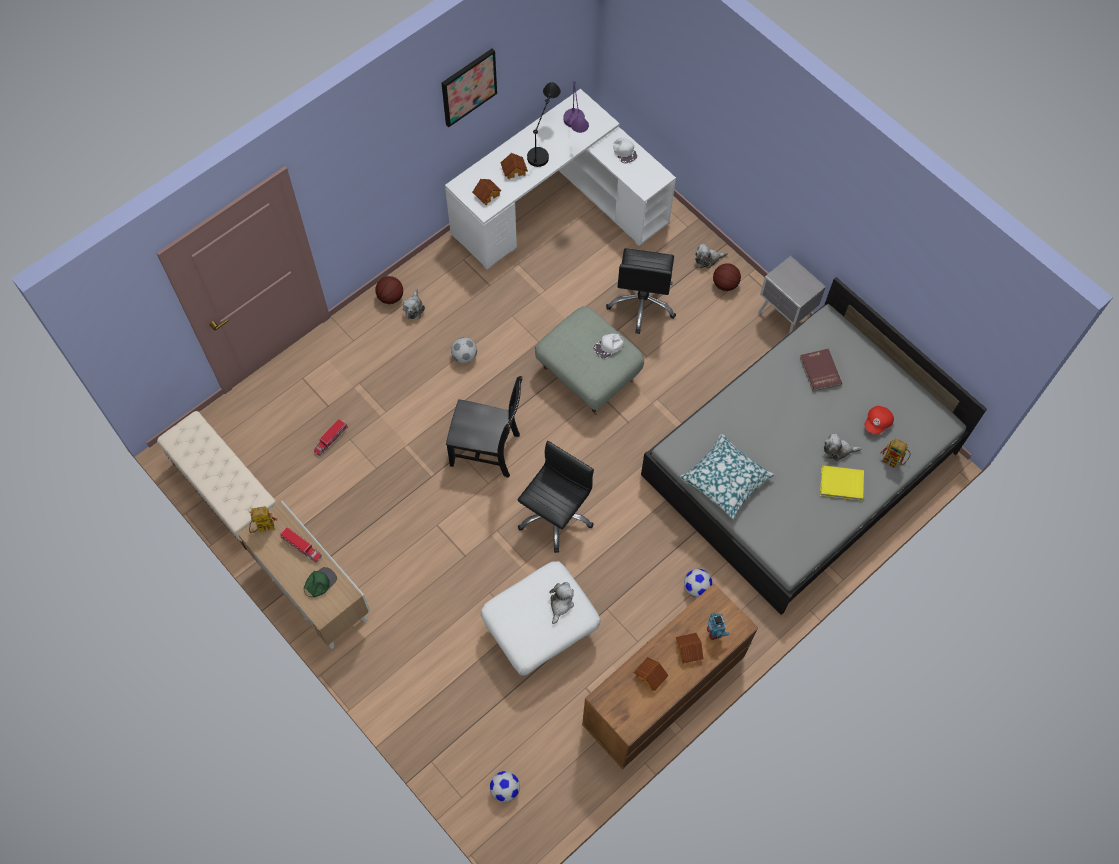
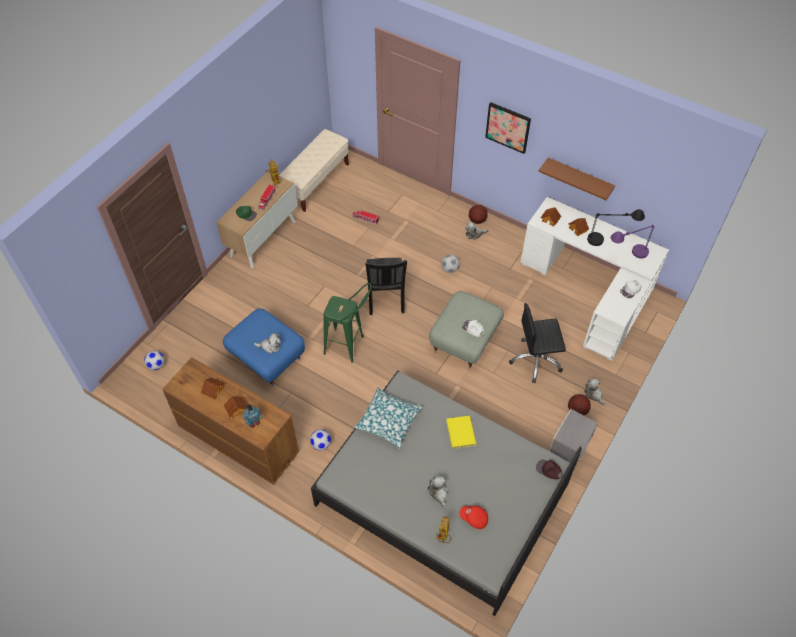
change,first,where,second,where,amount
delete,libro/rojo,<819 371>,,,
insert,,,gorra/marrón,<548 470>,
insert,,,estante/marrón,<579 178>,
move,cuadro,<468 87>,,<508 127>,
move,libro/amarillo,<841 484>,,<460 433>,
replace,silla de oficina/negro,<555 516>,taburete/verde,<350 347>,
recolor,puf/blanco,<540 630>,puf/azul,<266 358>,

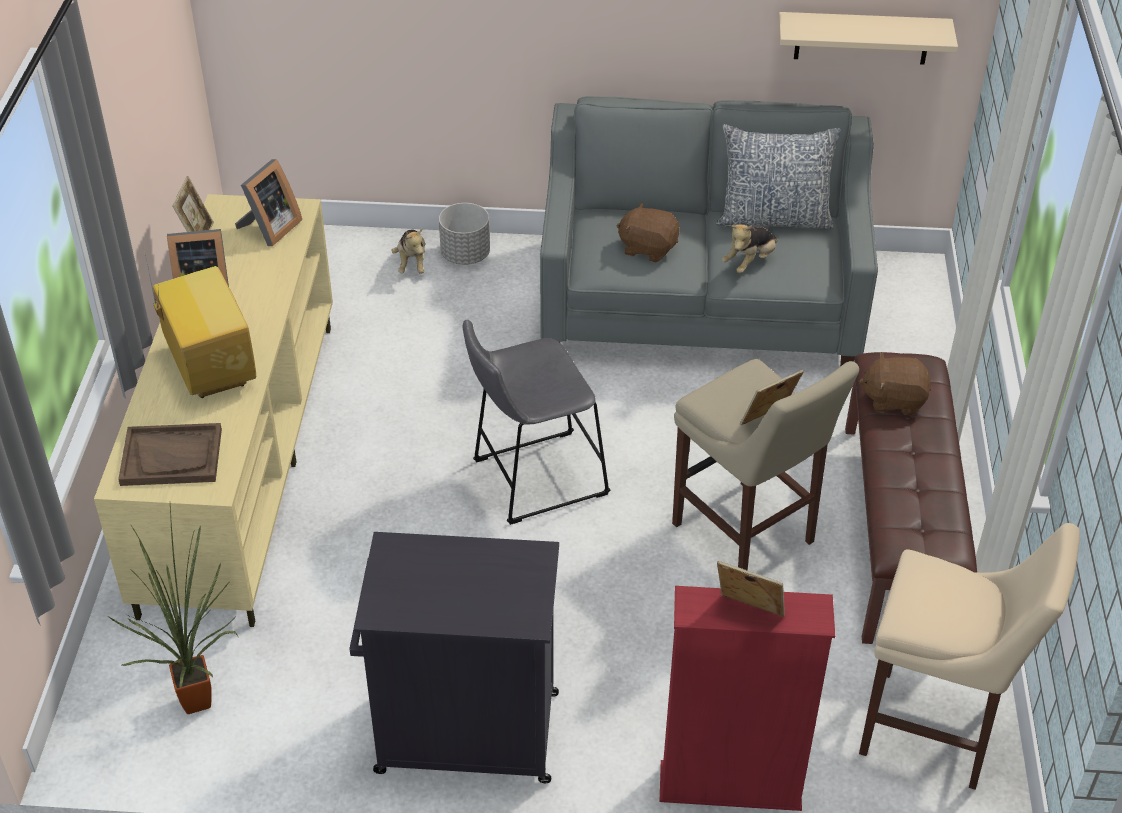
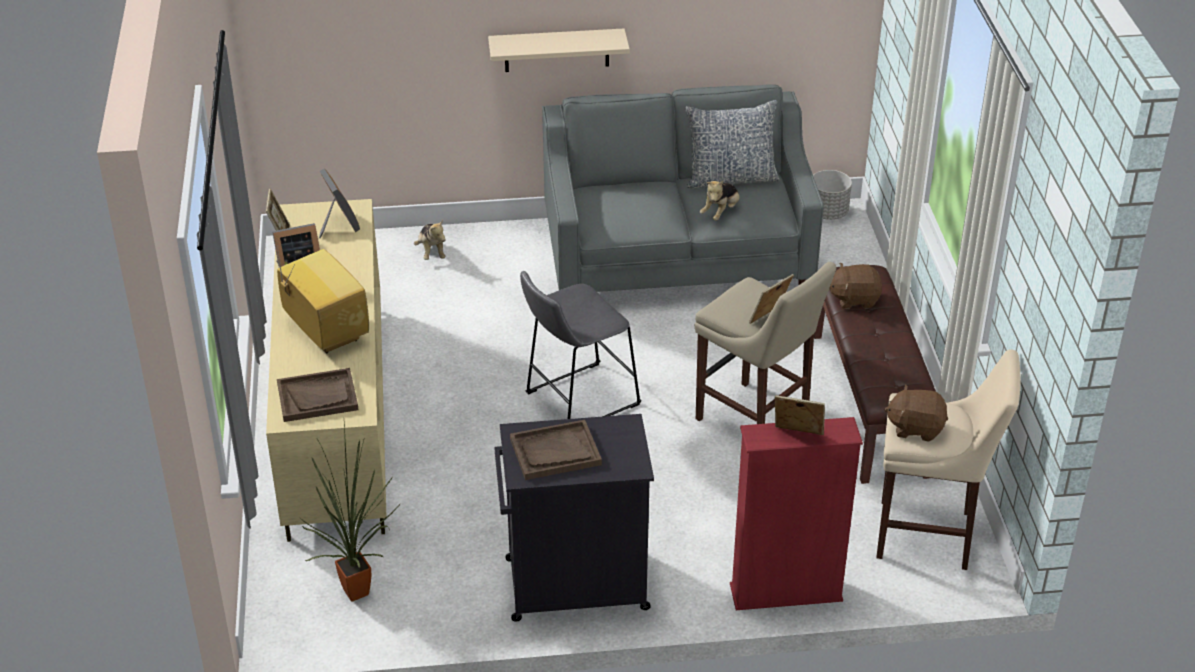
change,first,where,second,where,amount
insert,,,bandeja/marrón,<555 452>,
move,maceta/gris,<466 255>,,<828 213>,
move,peluche/marrón,<648 248>,,<915 427>,
move,estante/beis,<862 38>,,<556 50>,
rotate,portarretratos,<269 229>,,<337 225>,45 degrees counterclockwise

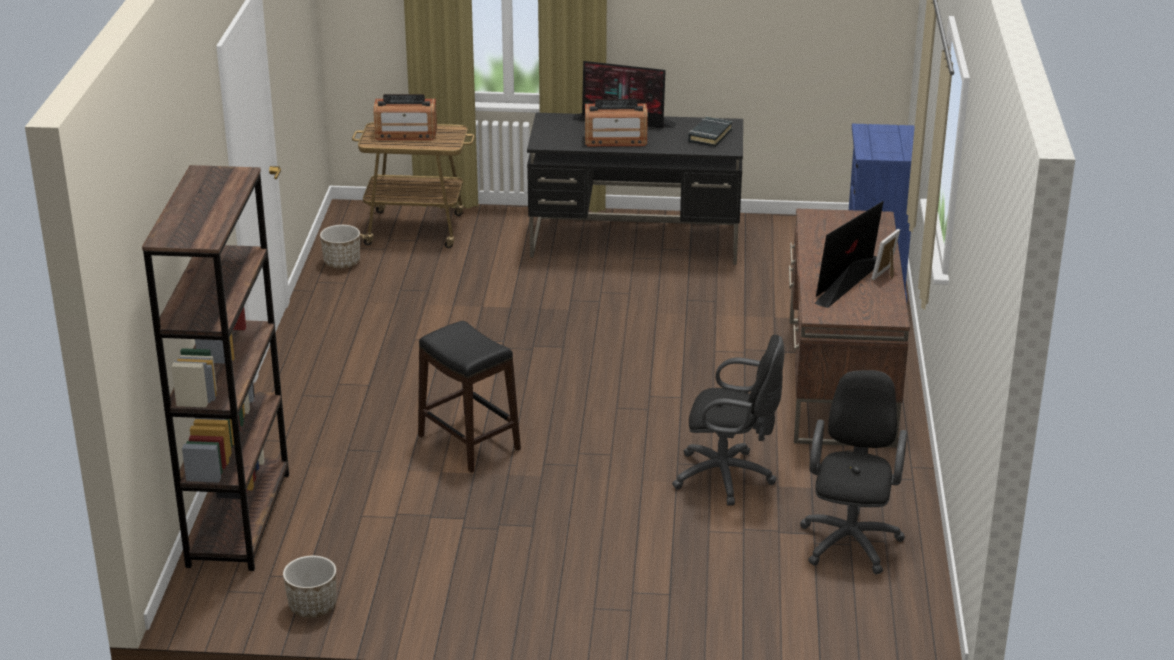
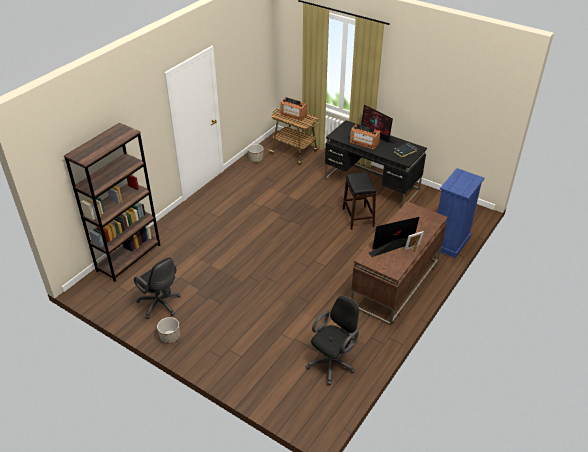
change,first,where,second,where,amount
move,maceta,<312 606>,,<170 337>,
move,taburete/negro,<468 443>,,<358 217>,
move,silla de oficina/negro,<728 477>,,<161 305>,

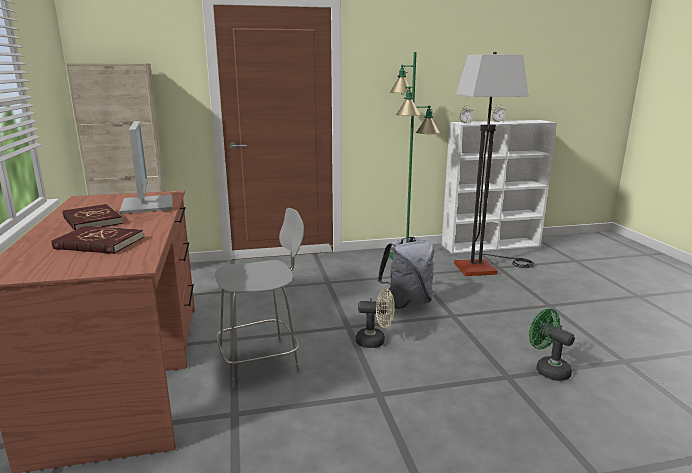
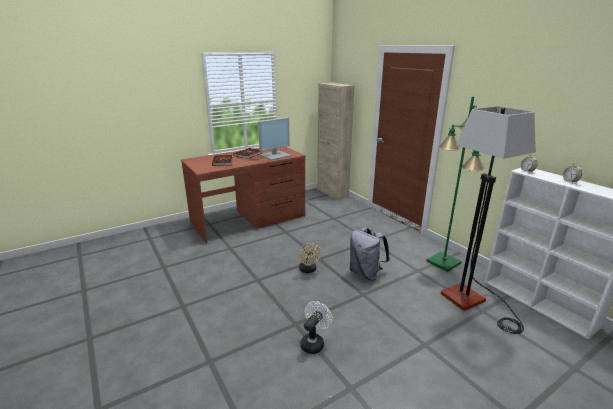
change,first,where,second,where,amount
delete,taburete/gris,<261 361>,,,
recolor,ventilador/verde,<547 369>,ventilador/blanco,<314 342>,

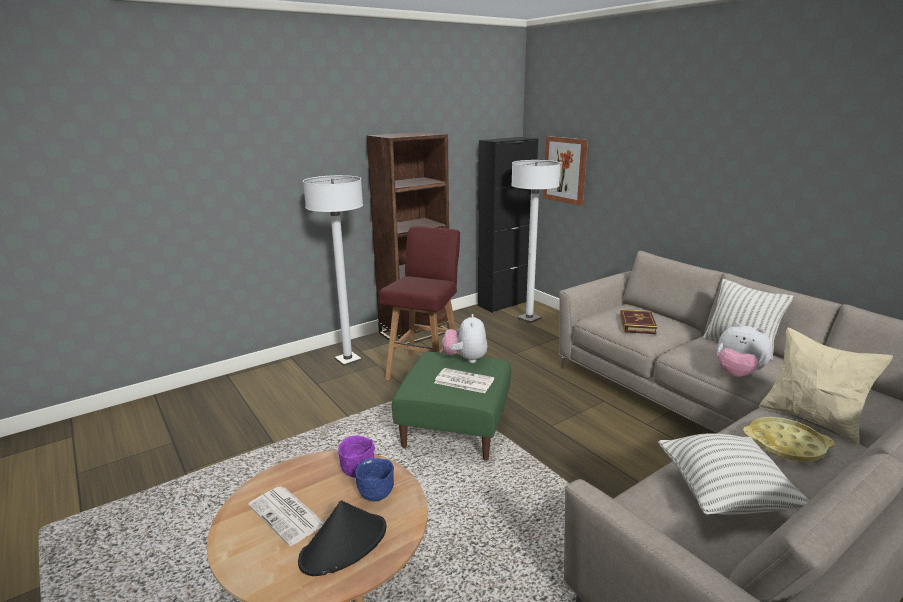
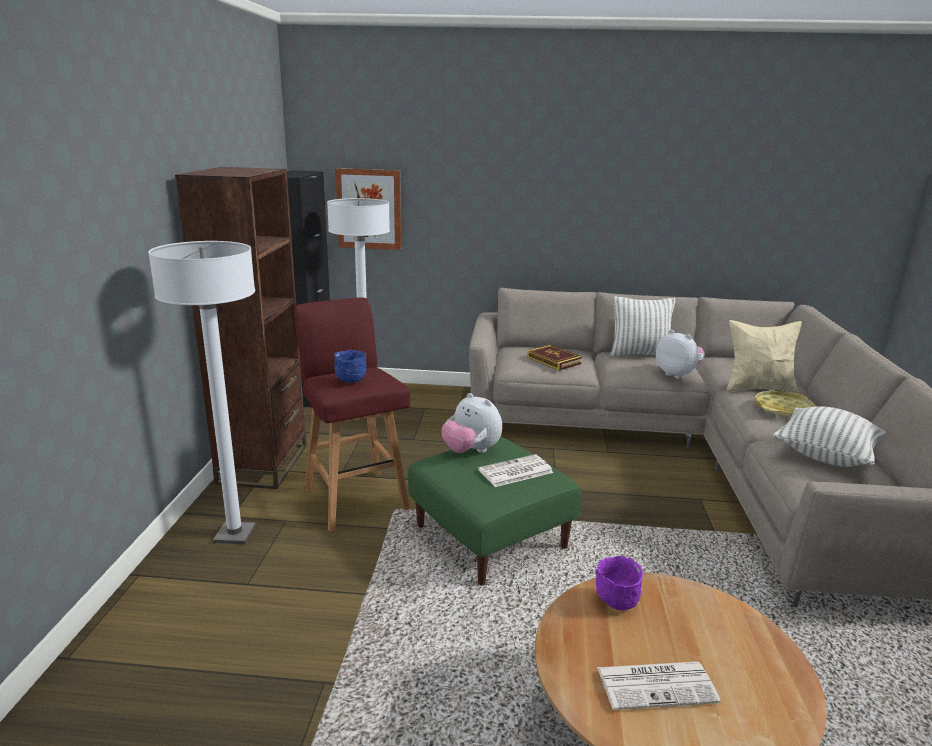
change,first,where,second,where,amount
delete,sombrero/negro,<344 544>,,,
move,cuenco/azul,<375 495>,,<350 381>,
rotate,peluche,<737 374>,,<677 374>,120 degrees counterclockwise

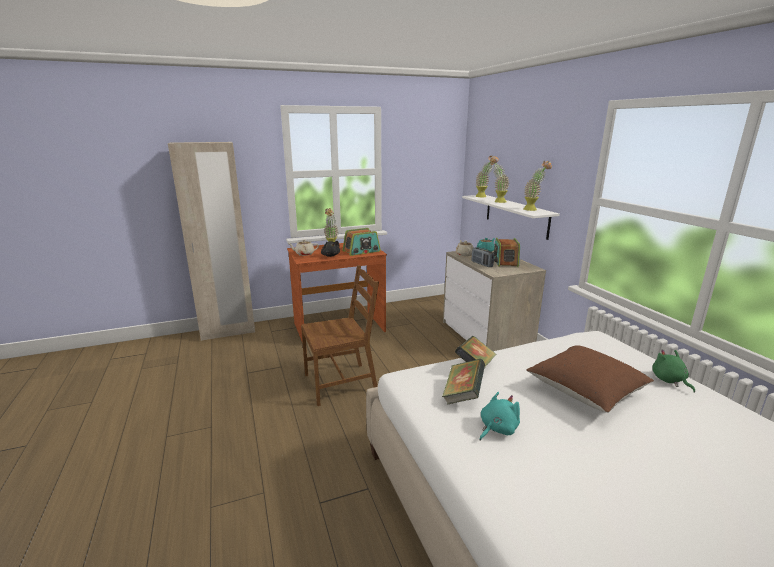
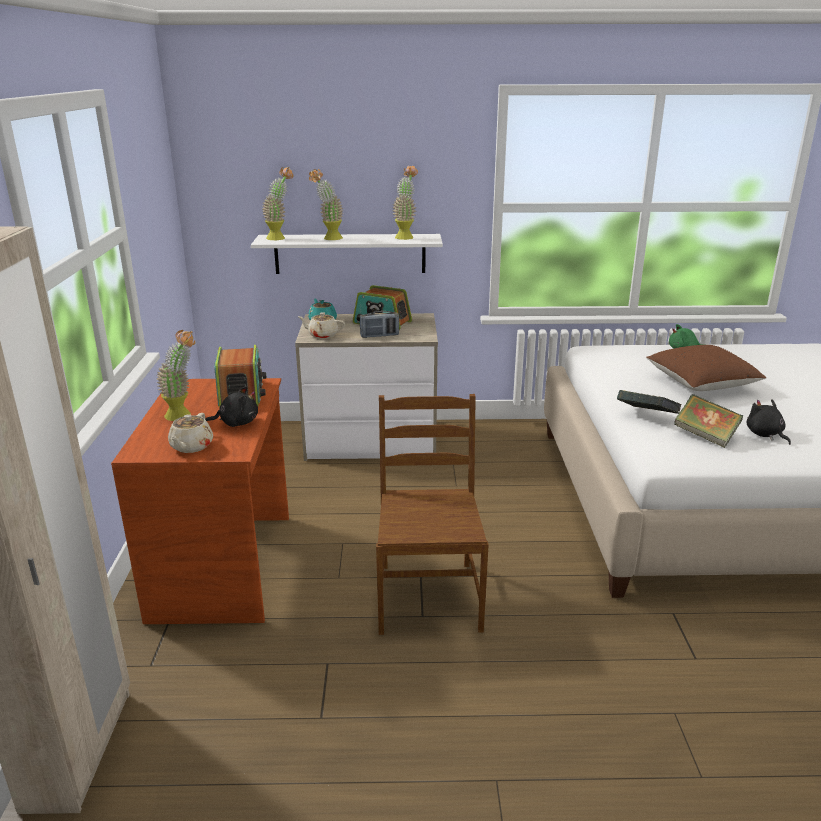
change,first,where,second,where,amount
recolor,peluche/turquesa,<497 428>,peluche/negro,<765 434>,

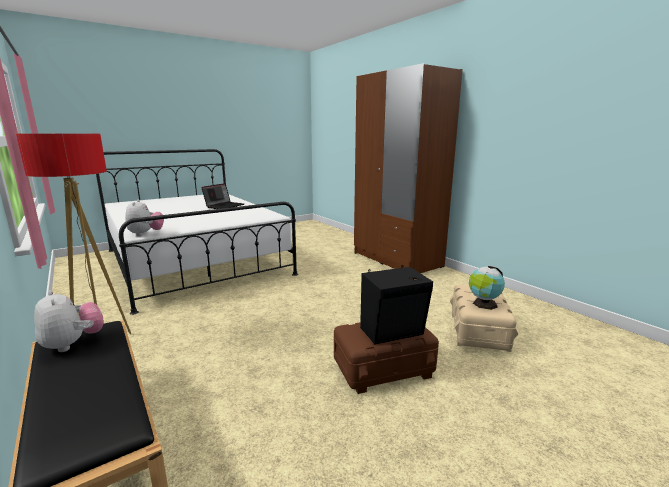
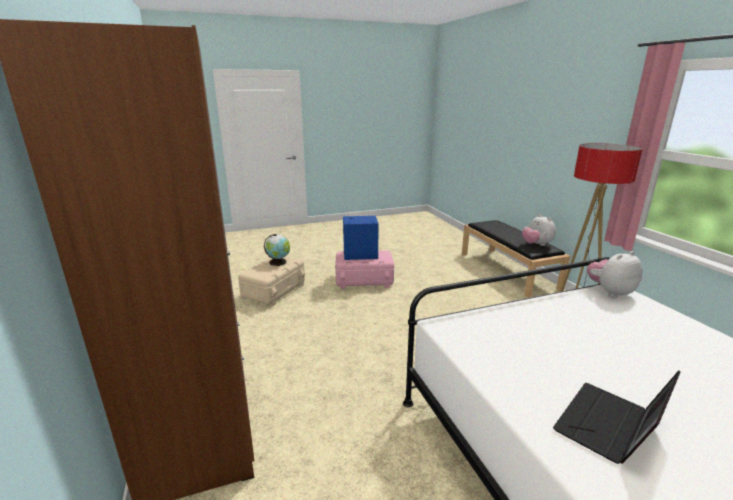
change,first,where,second,where,amount
recolor,caja de almacenaje/marrón,<383 368>,caja de almacenaje/rosa,<364 280>,
recolor,altavoz/negro,<394 332>,altavoz/azul,<359 254>,
rotate,peluche,<146 234>,,<610 292>,60 degrees clockwise

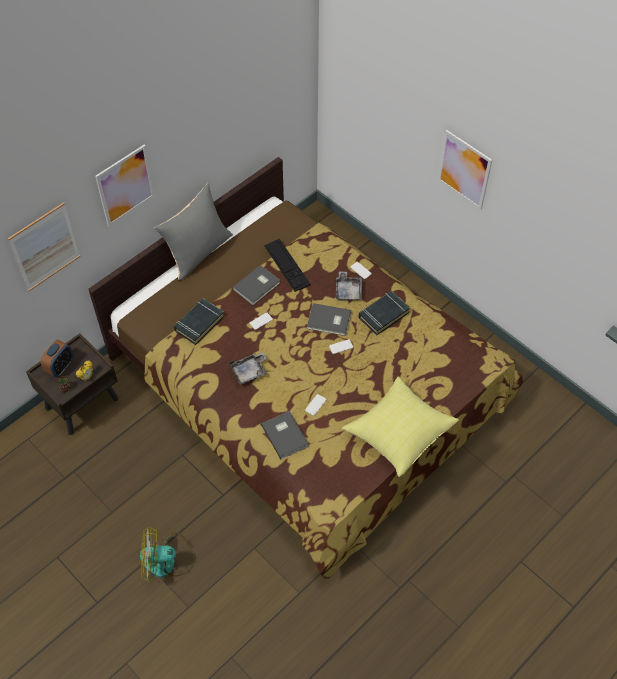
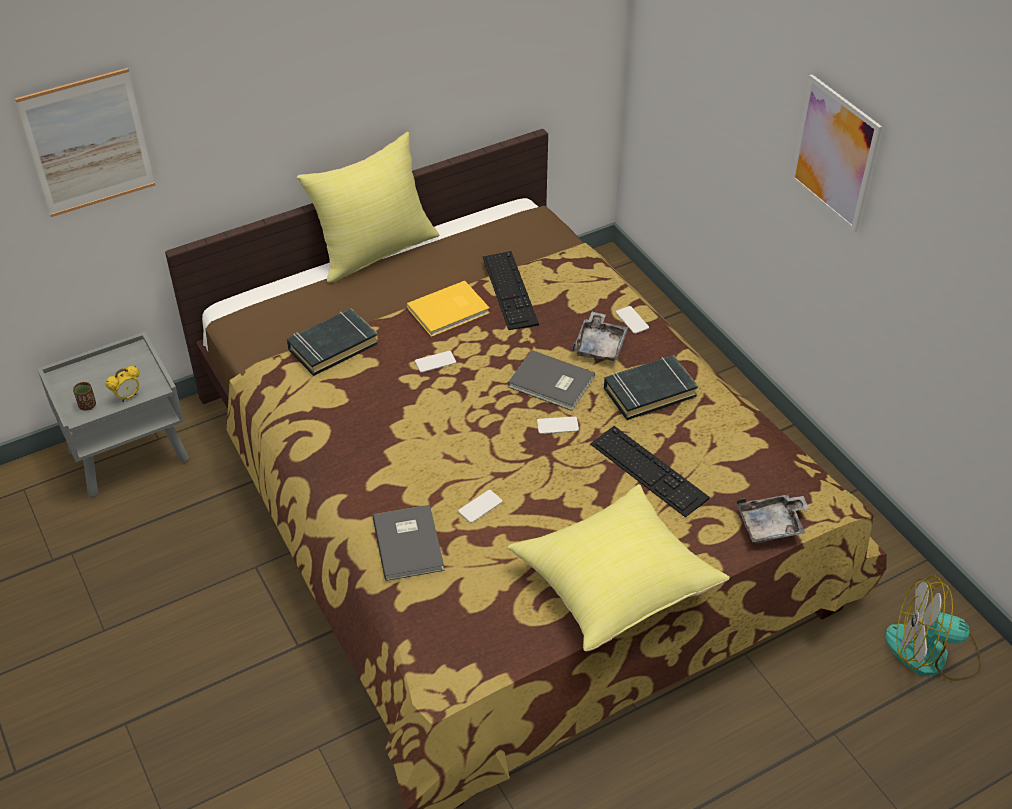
change,first,where,second,where,amount
delete,despertador,<60 367>,,,
delete,cuadro,<125 185>,,,
insert,,,teclado,<648 471>,
move,ventilador,<166 561>,,<931 653>,
move,bandeja/gris,<249 371>,,<771 525>,
recolor,mesita de noche/marrón,<82 403>,mesita de noche/gris,<130 455>,
recolor,cojín/gris,<198 252>,cojín/amarillo,<375 250>,
recolor,libro/gris,<258 286>,libro/amarillo,<450 311>,

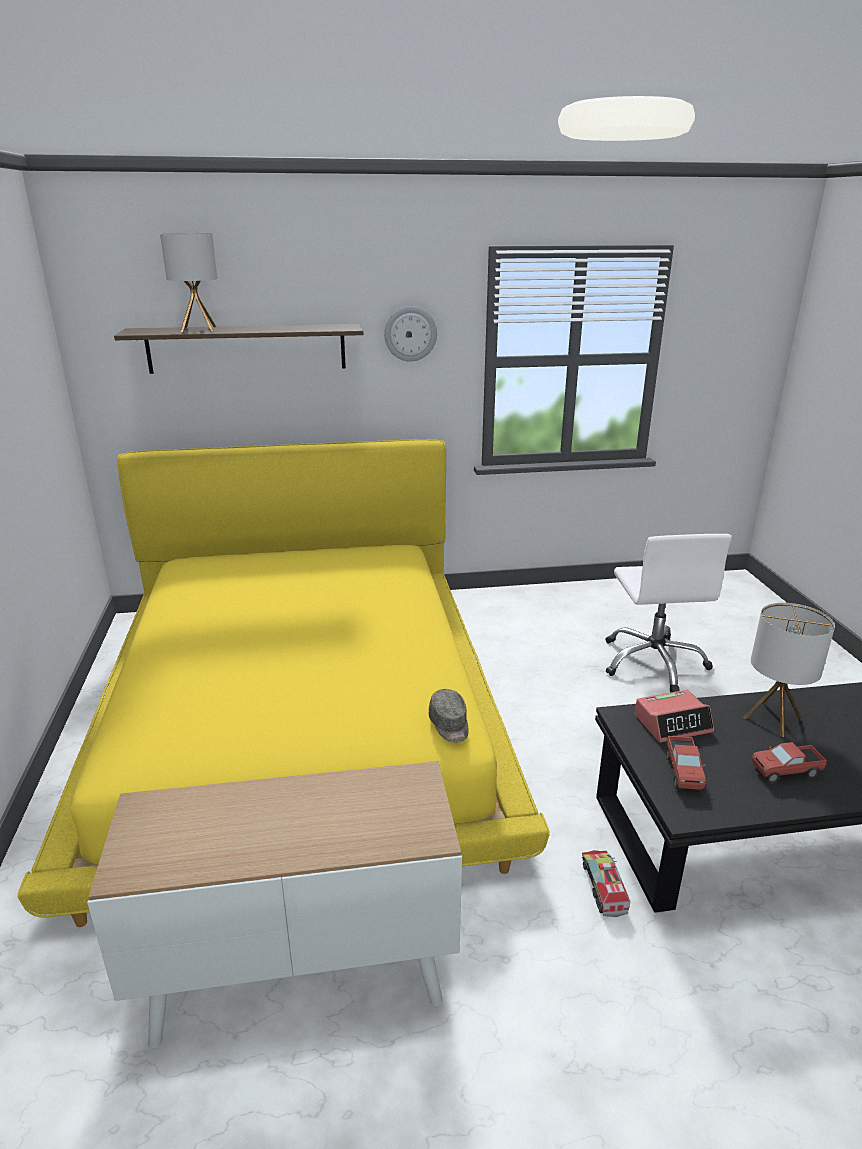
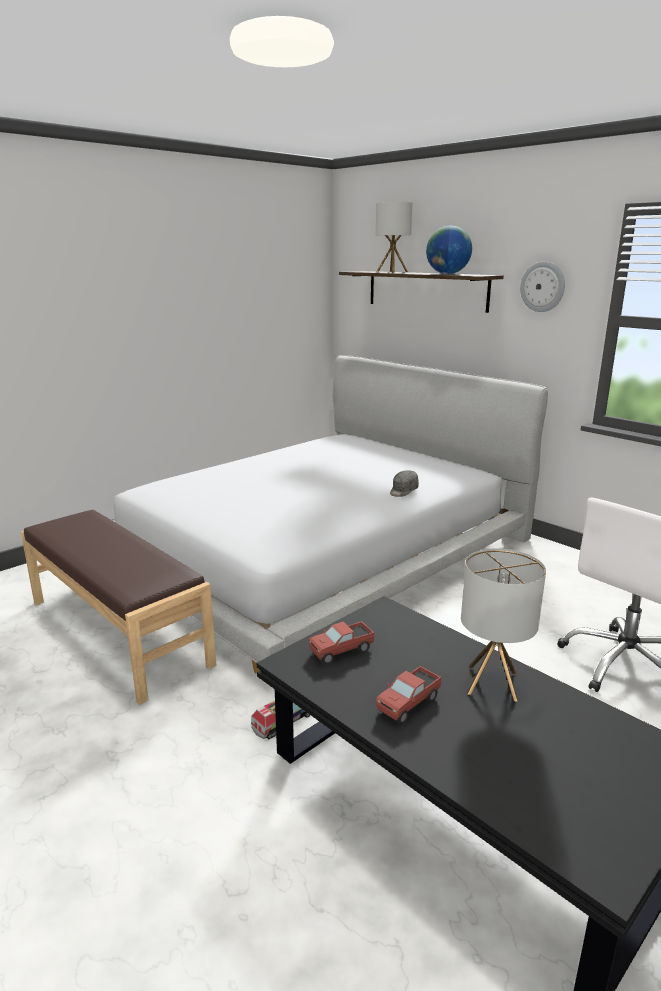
change,first,where,second,where,amount
delete,despertador,<673 723>,,,
insert,,,globo terráqueo,<447 274>,
move,gorra/gris,<449 725>,,<403 491>,
replace,armario,<300 971>,banco/marrón,<119 631>,
recolor,cama/amarillo,<300 712>,cama/blanco,<320 548>,
rotate,camión de juguete,<785 772>,,<408 704>,90 degrees counterclockwise

